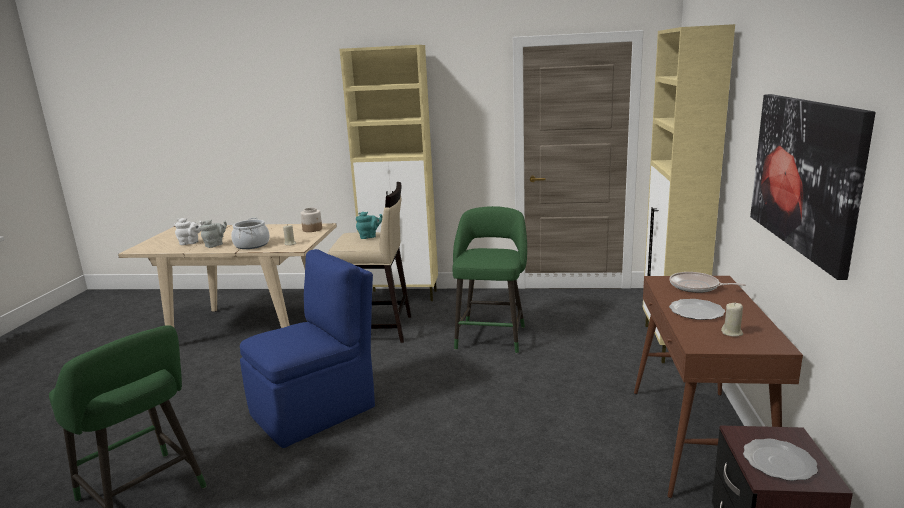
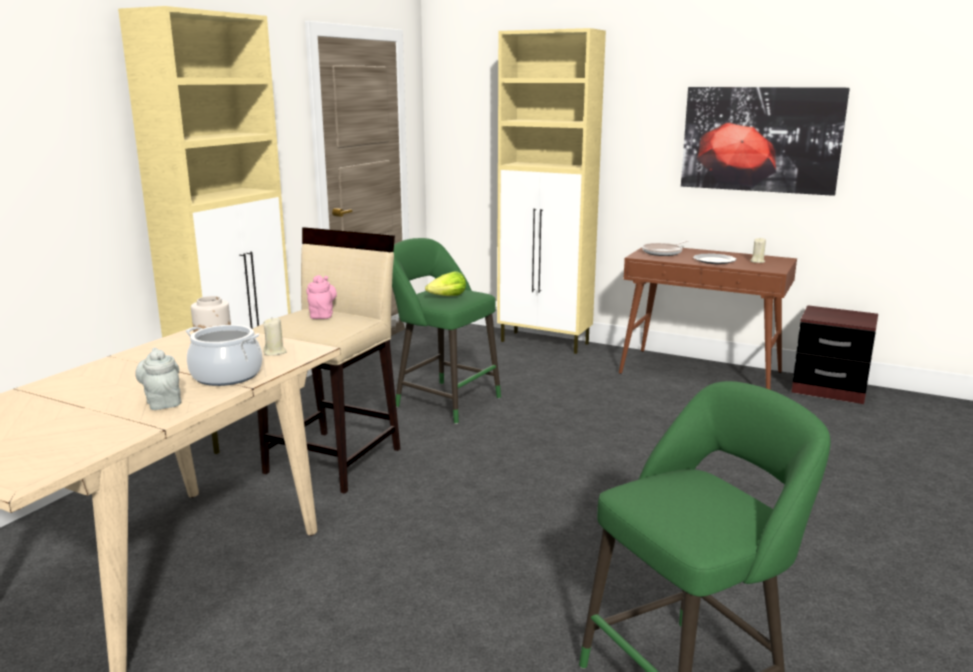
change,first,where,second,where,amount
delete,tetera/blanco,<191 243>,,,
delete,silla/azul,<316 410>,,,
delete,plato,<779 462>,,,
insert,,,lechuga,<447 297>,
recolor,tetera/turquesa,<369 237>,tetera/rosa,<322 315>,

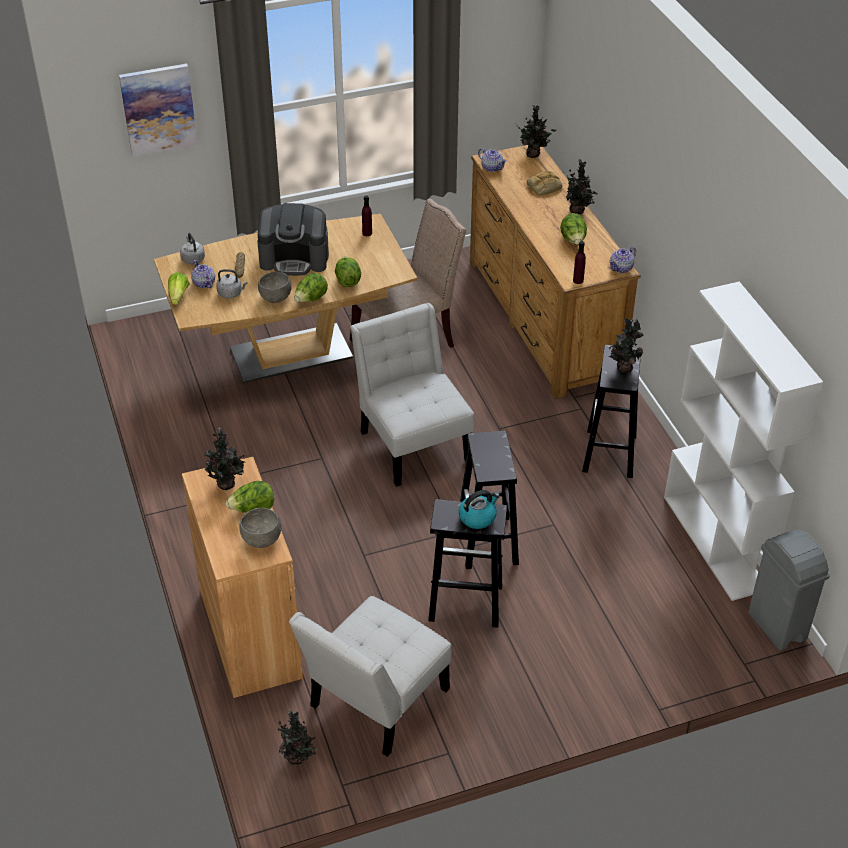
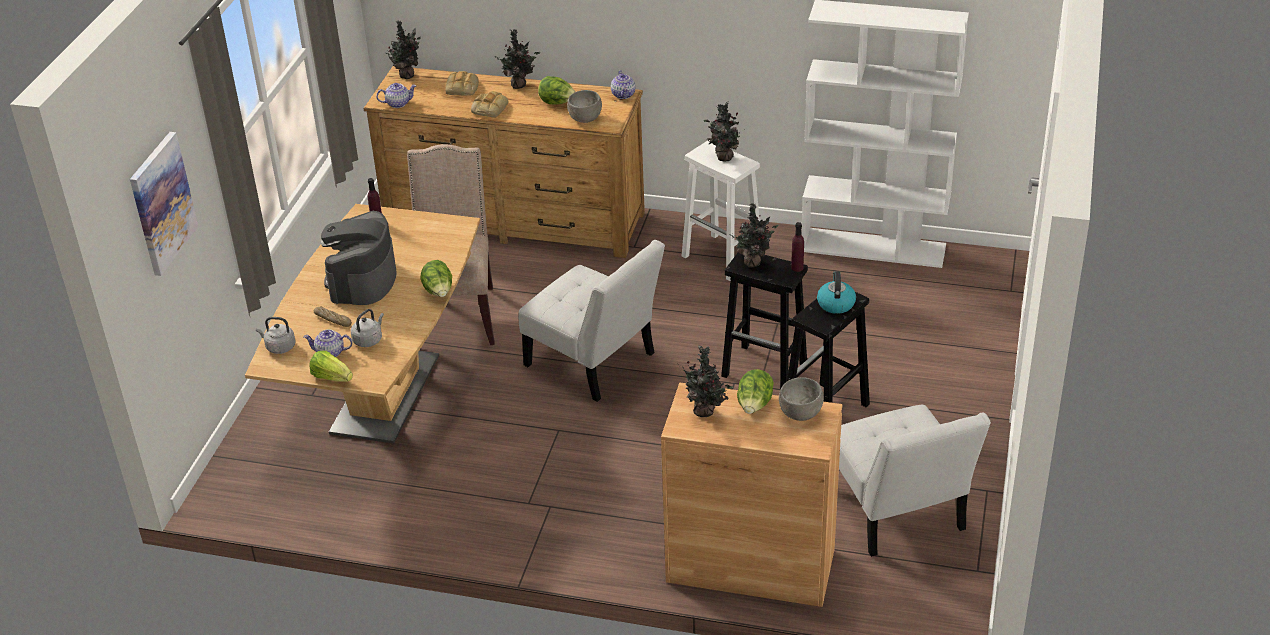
change,first,where,second,where,amount
delete,lechuga,<347 280>,,,
delete,papelera/gris,<777 627>,,,
insert,,,pan,<489 108>,
move,cuenco/gris,<275 298>,,<584 118>,
move,planta en maceta,<298 758>,,<753 262>,
move,botella/morado,<578 280>,,<797 268>,
recolor,taburete/negro,<609 454>,taburete/blanco,<723 257>,
rotate,cafetera,<295 258>,,<362 280>,150 degrees clockwise
rotate,silla/blanco,<413 441>,,<595 363>,150 degrees counterclockwise

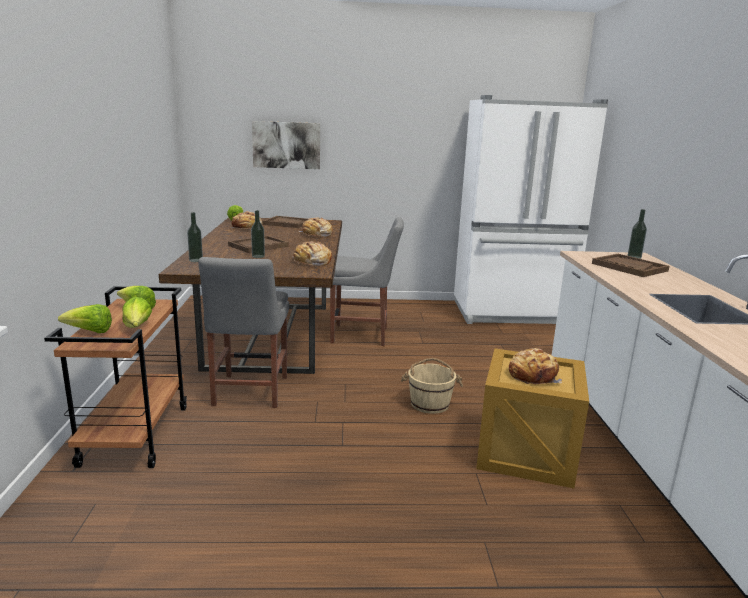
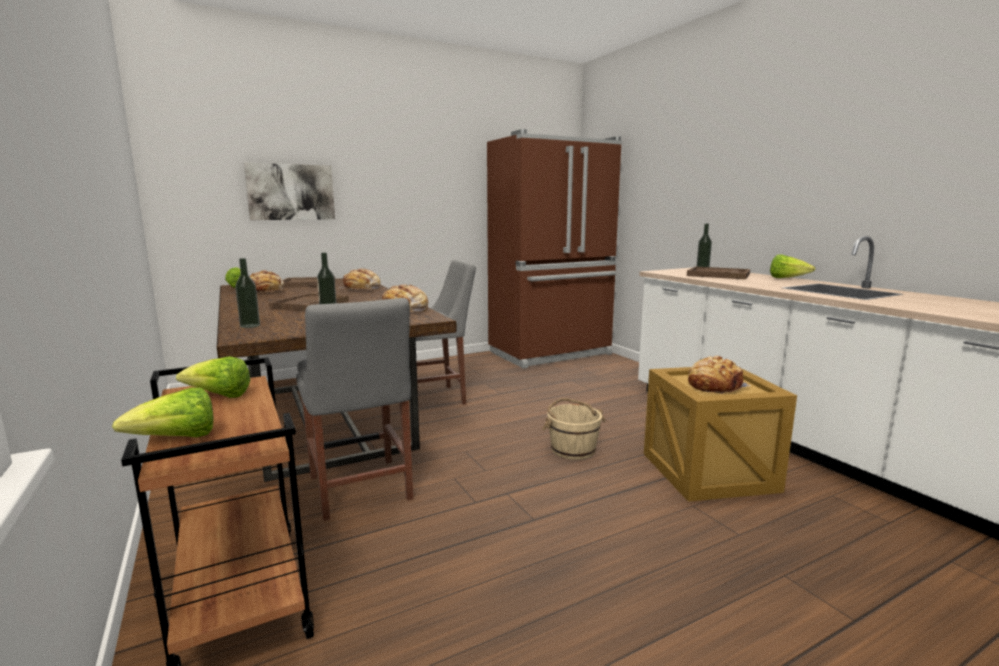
change,first,where,second,where,amount
move,lechuga,<137 327>,,<787 278>,
recolor,nevera/blanco,<512 314>,nevera/marrón,<552 353>,

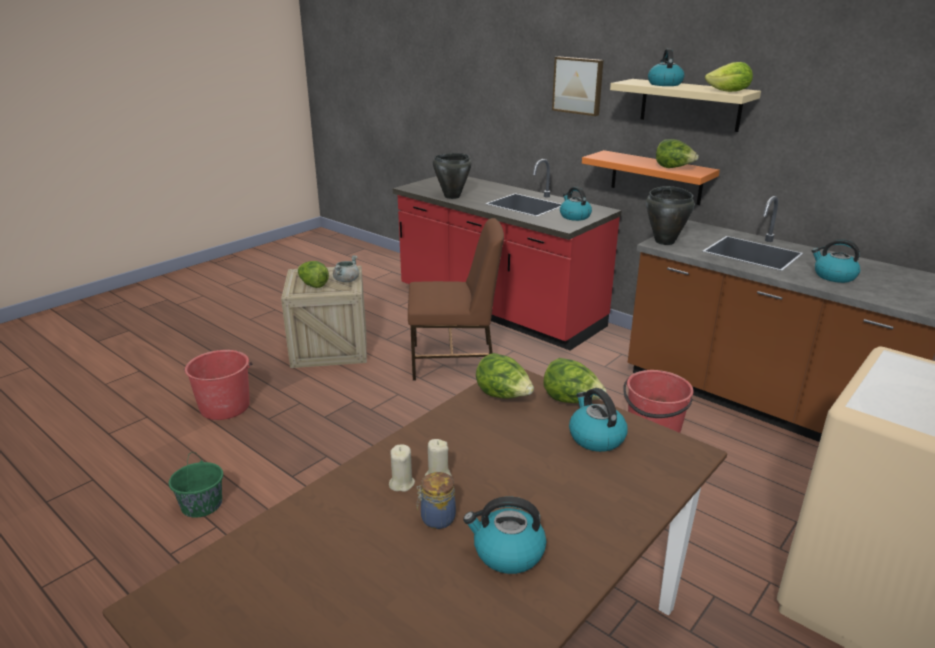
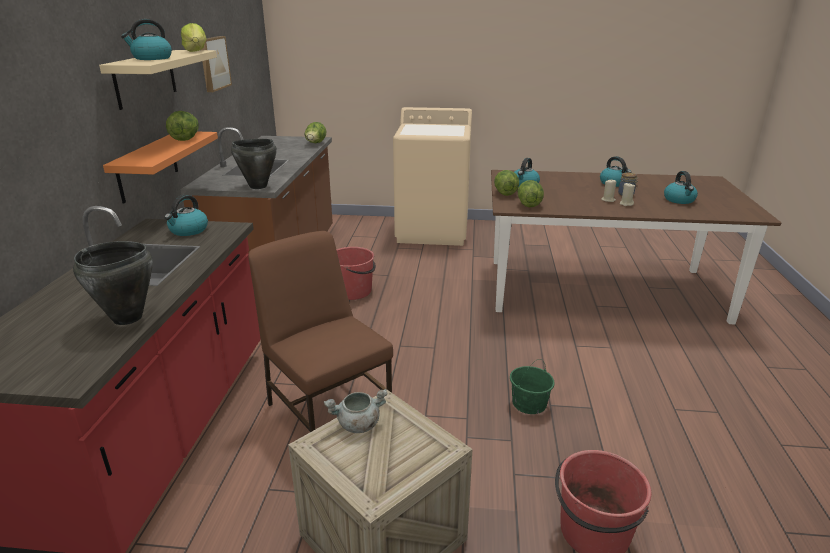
change,first,where,second,where,amount
move,cubo/verde,<202 505>,,<529 403>,
move,lechuga,<313 285>,,<315 143>,
move,cuadro,<578 85>,,<213 63>,
move,hervidor,<833 276>,,<679 200>,

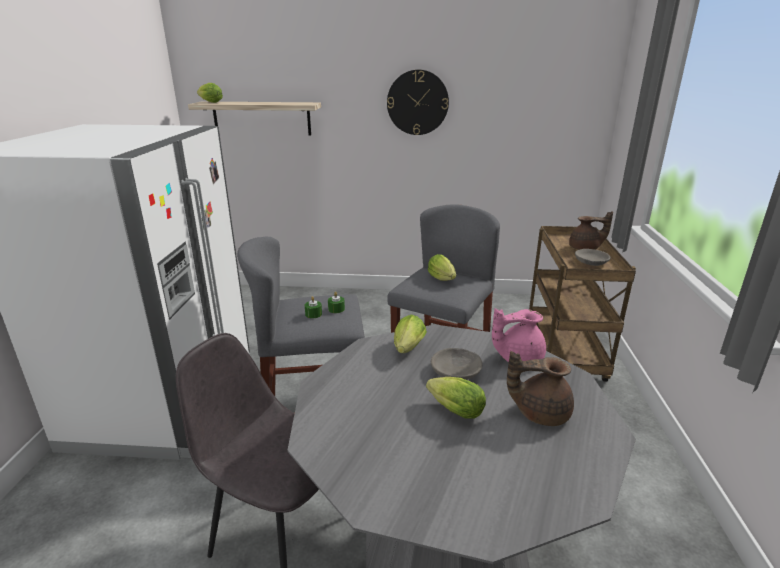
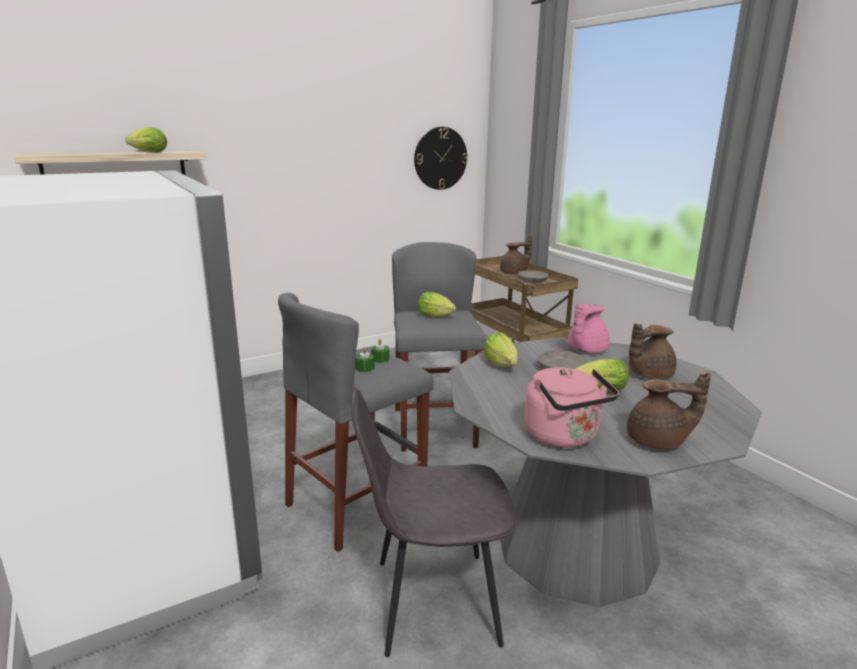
change,first,where,second,where,amount
insert,,,hervidor/rosa,<564 437>,
insert,,,tetera/marrón,<658 441>,
move,lechuga,<209 102>,,<147 152>,
move,reloj de pared,<417 102>,,<440 158>,

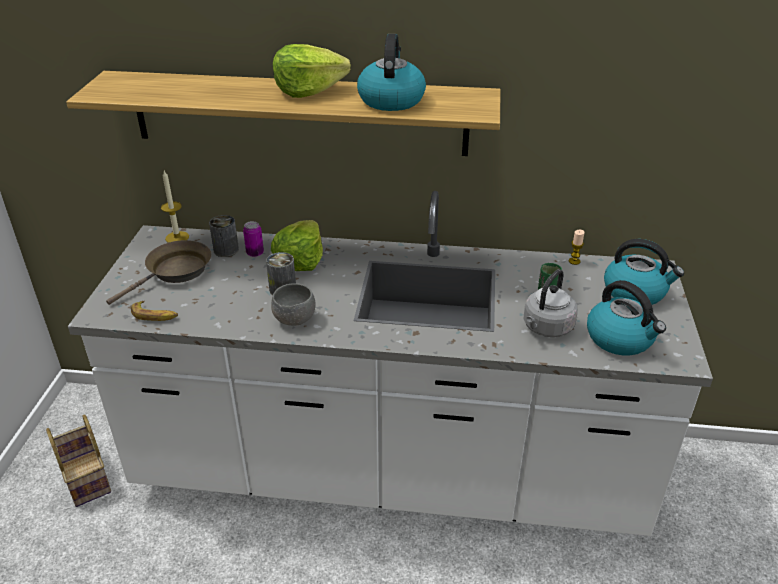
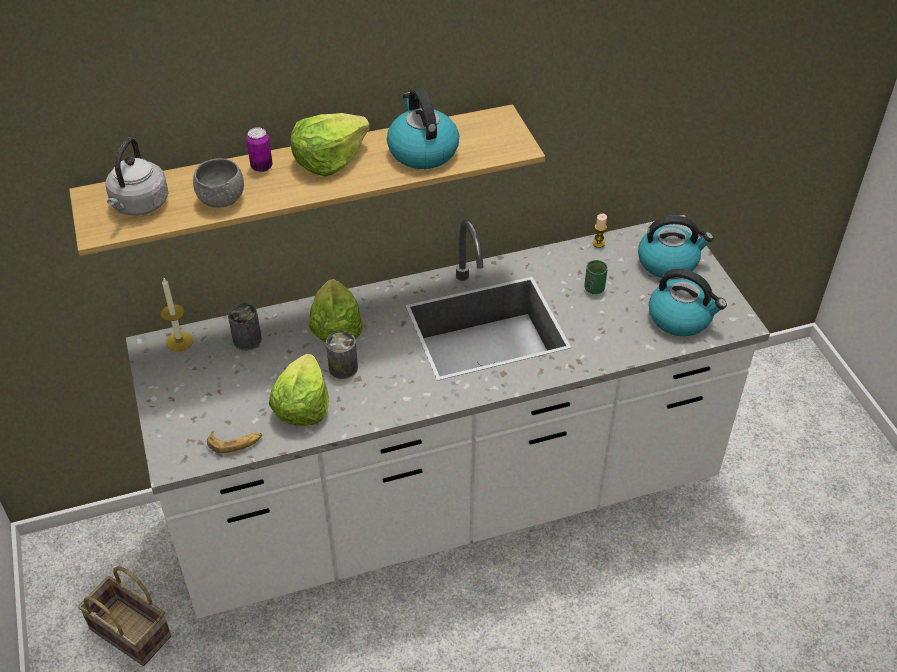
change,first,where,second,where,amount
delete,sartén/marrón,<175 272>,,,
insert,,,lechuga,<302 406>,
move,lata,<255 253>,,<261 167>,
move,cuenco/gris,<294 319>,,<221 200>,
move,hervidor/gris,<546 328>,,<139 206>,

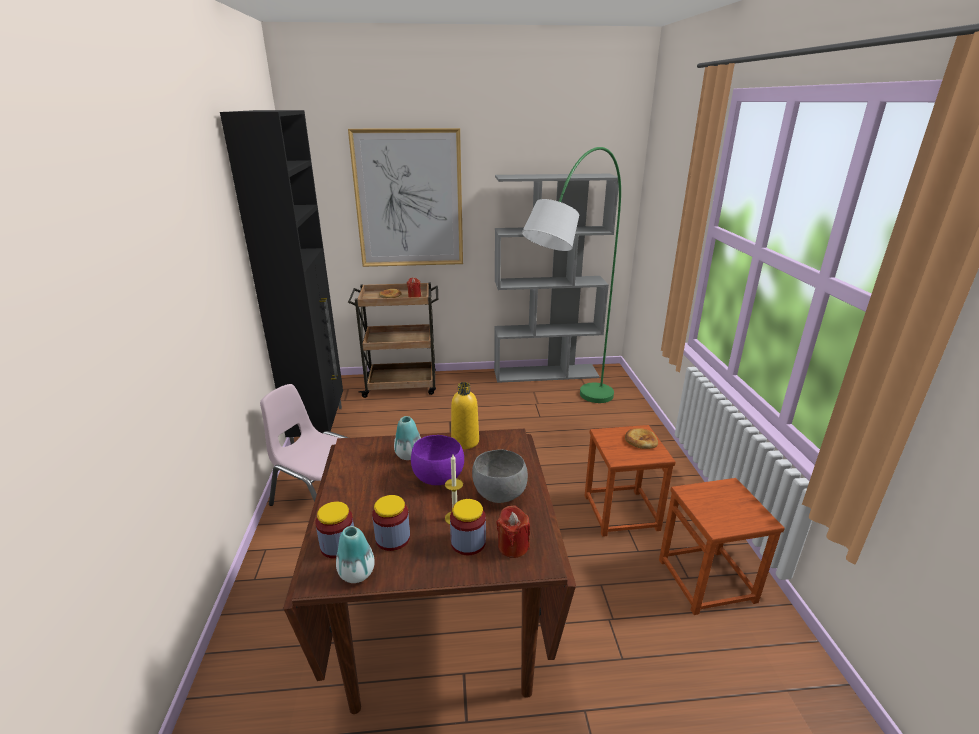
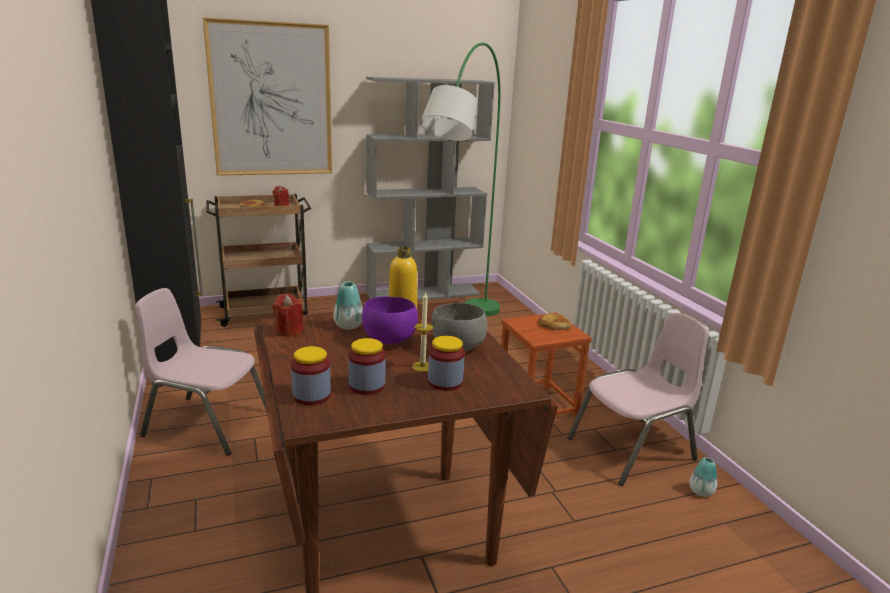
change,first,where,second,where,amount
move,florero,<357 573>,,<701 491>,
move,vela/rojo,<513 546>,,<289 331>,
replace,taburete/marrón,<707 580>,silla/rosa,<632 450>,

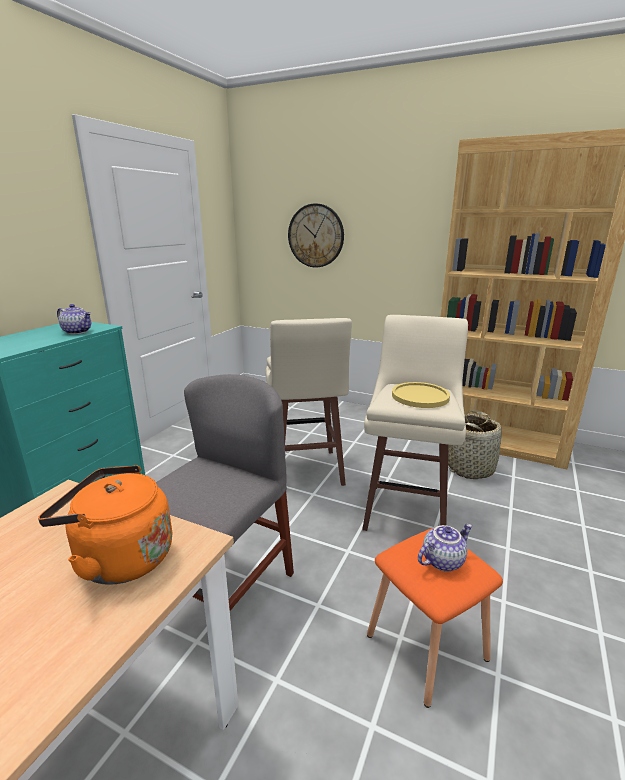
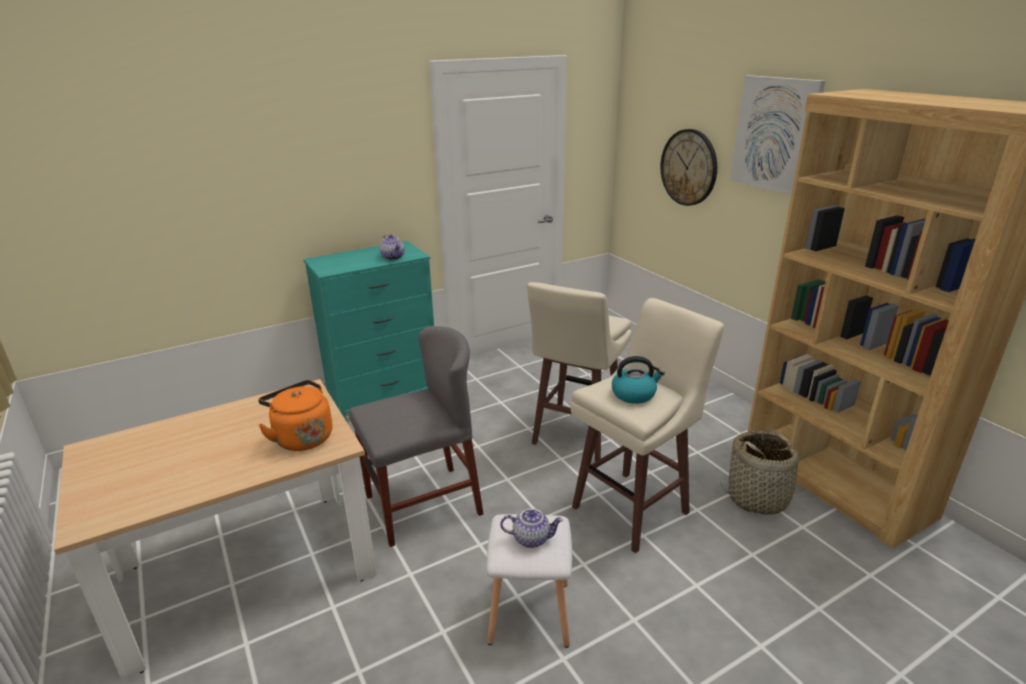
change,first,where,second,where,amount
insert,,,cuadro,<775 134>,
replace,plato/amarillo,<420 396>,hervidor,<634 394>,
recolor,taburete/naranja,<424 646>,taburete/blanco,<528 611>,

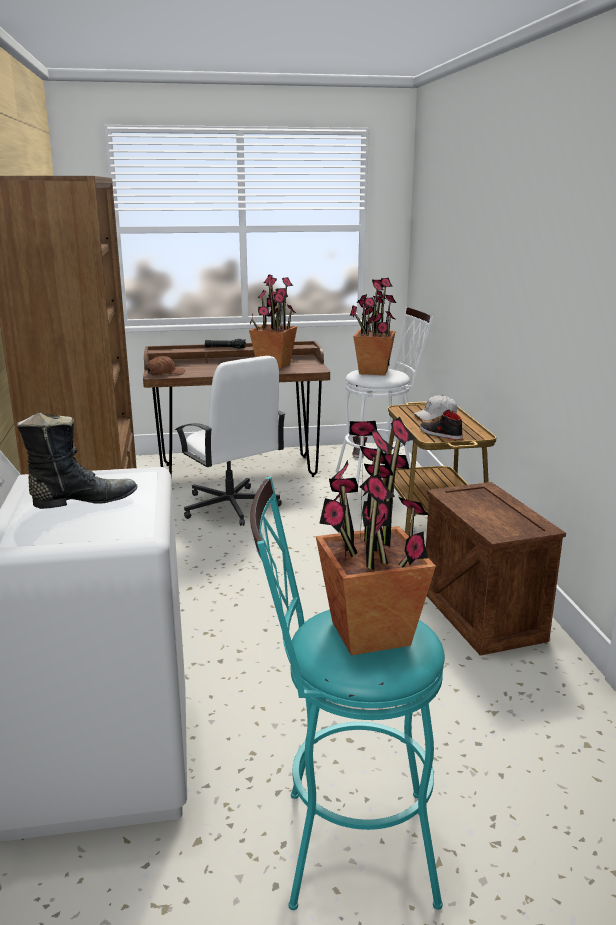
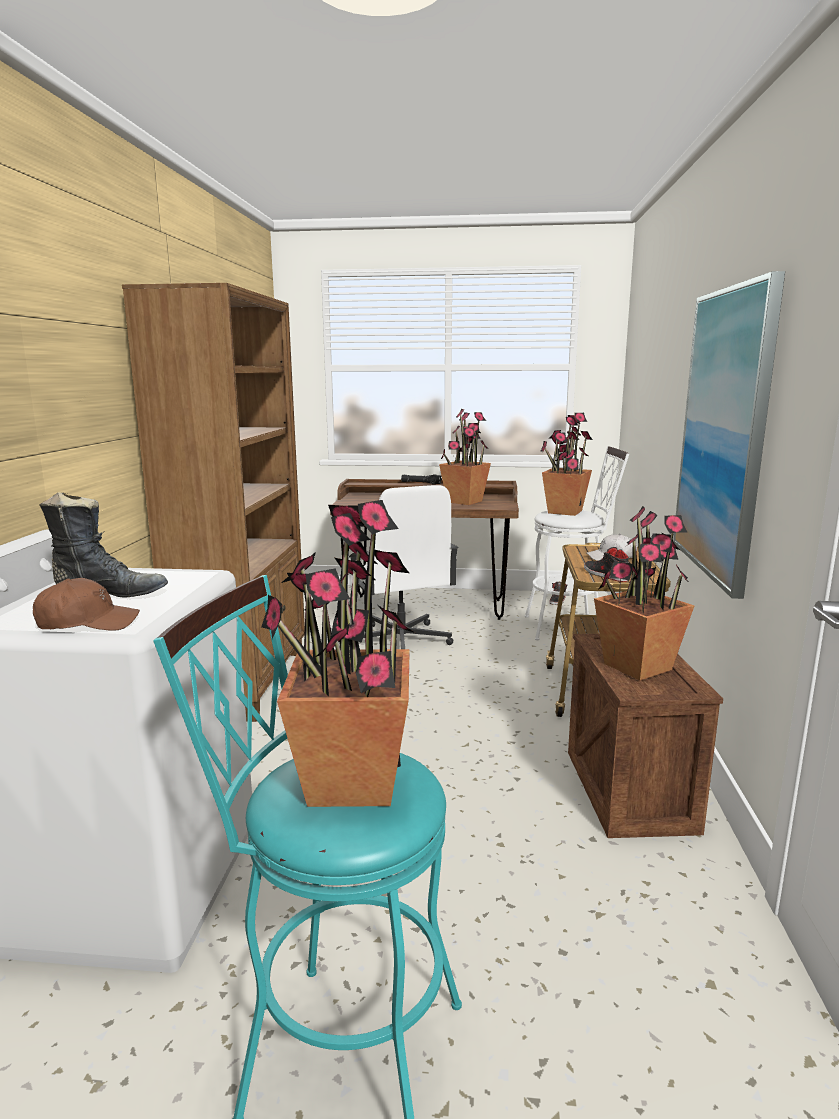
change,first,where,second,where,amount
insert,,,planta en maceta,<638 666>,
insert,,,cuadro,<723 434>,
move,gorra/marrón,<165 373>,,<87 623>,

